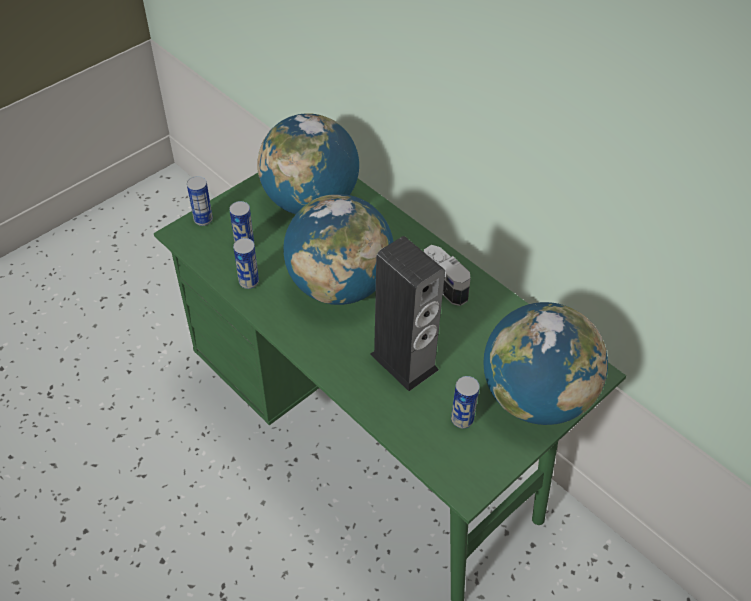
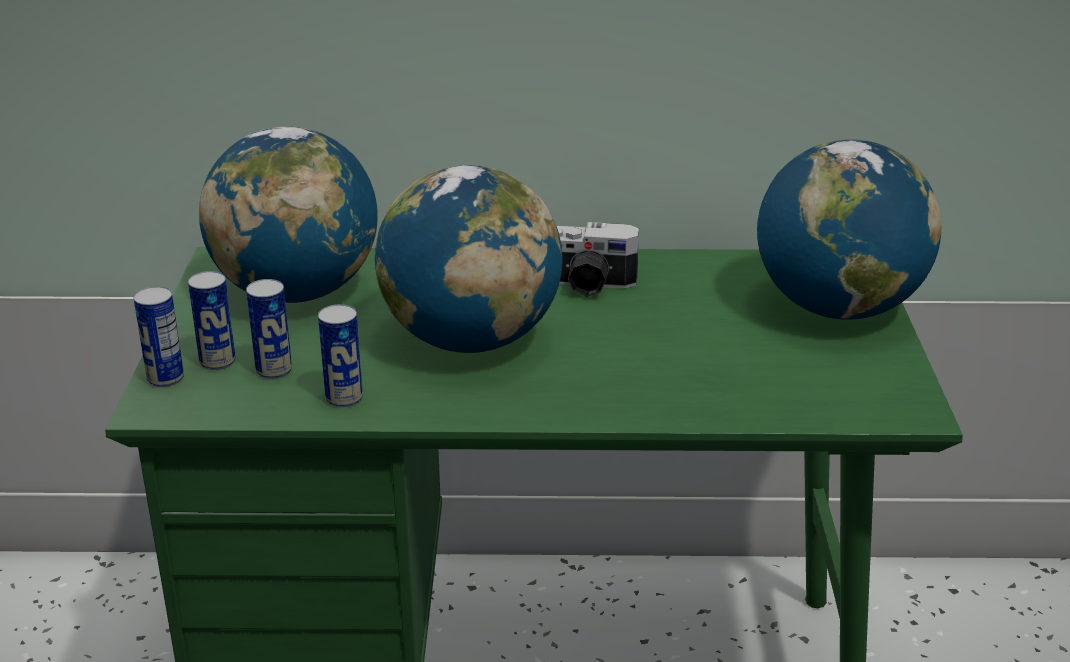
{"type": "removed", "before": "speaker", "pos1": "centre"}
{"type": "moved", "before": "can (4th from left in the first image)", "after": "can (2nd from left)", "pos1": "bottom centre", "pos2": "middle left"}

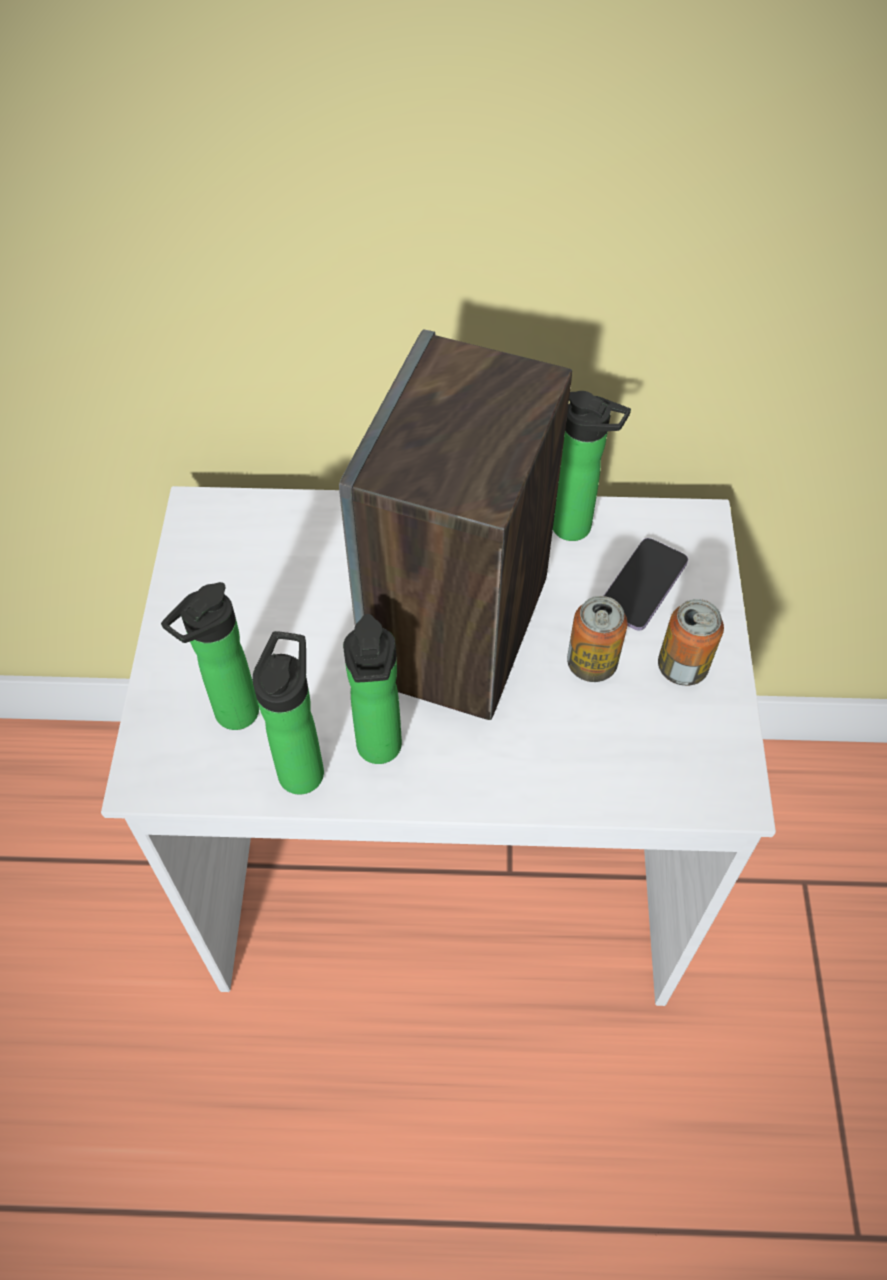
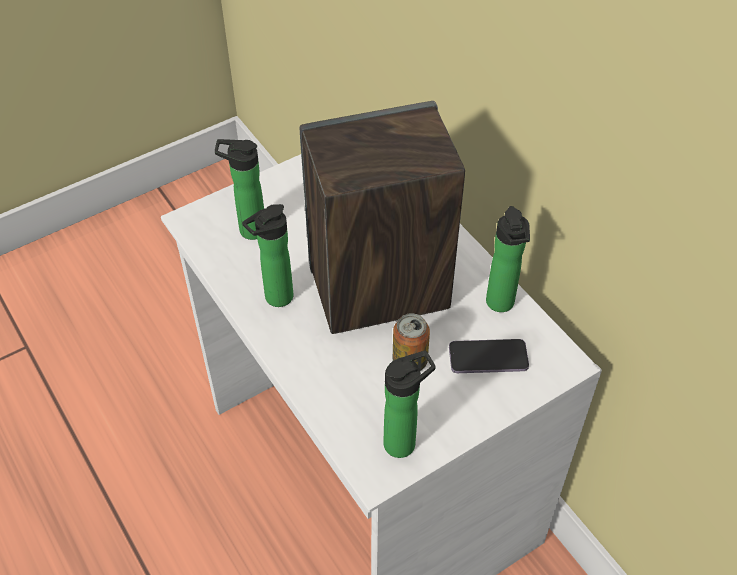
{"type": "removed", "before": "can (2nd from left)", "pos1": "middle right"}
{"type": "moved", "before": "bottle (2nd from left in the first image)", "after": "bottle (3rd from left)", "pos1": "middle left", "pos2": "bottom centre"}

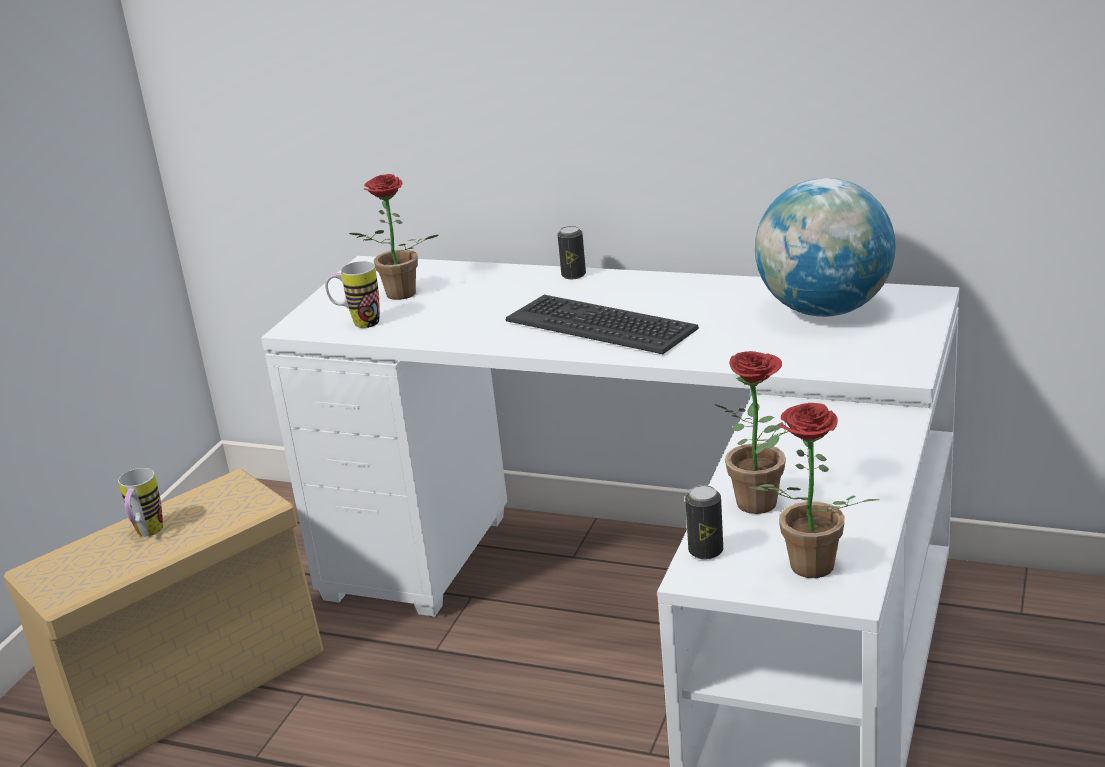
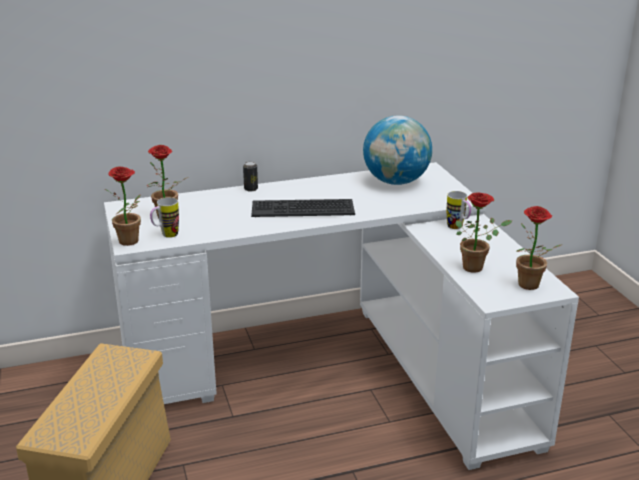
{"type": "removed", "before": "can (2nd from left)", "pos1": "bottom centre"}
{"type": "added", "after": "potted_plant (1st from left)", "pos2": "middle left"}
{"type": "moved", "before": "mug (1st from left in the first image)", "after": "mug (2nd from left)", "pos1": "middle left", "pos2": "middle right"}

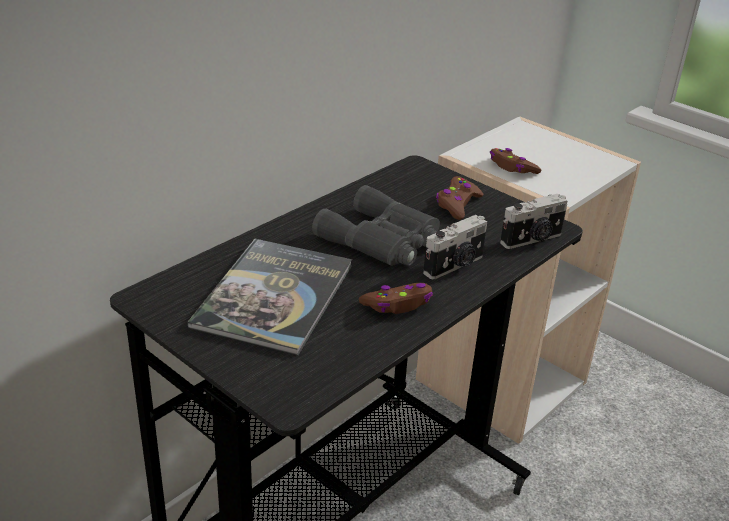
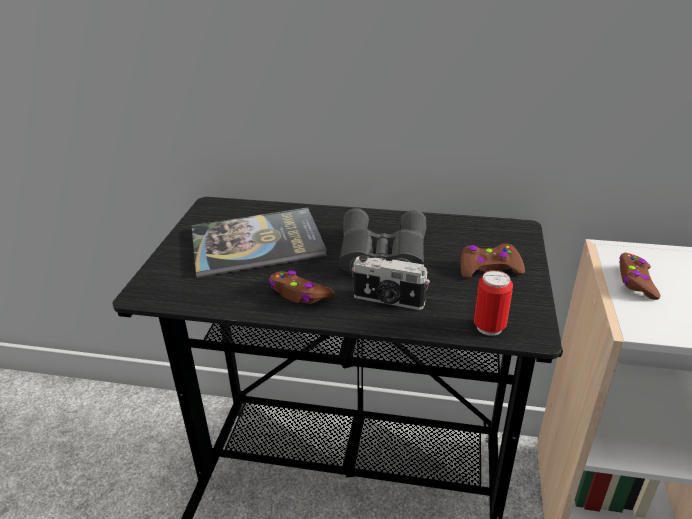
{"type": "replaced", "before": "photo_camera (2nd from left)", "after": "can", "pos1": "middle right", "pos2": "middle right"}

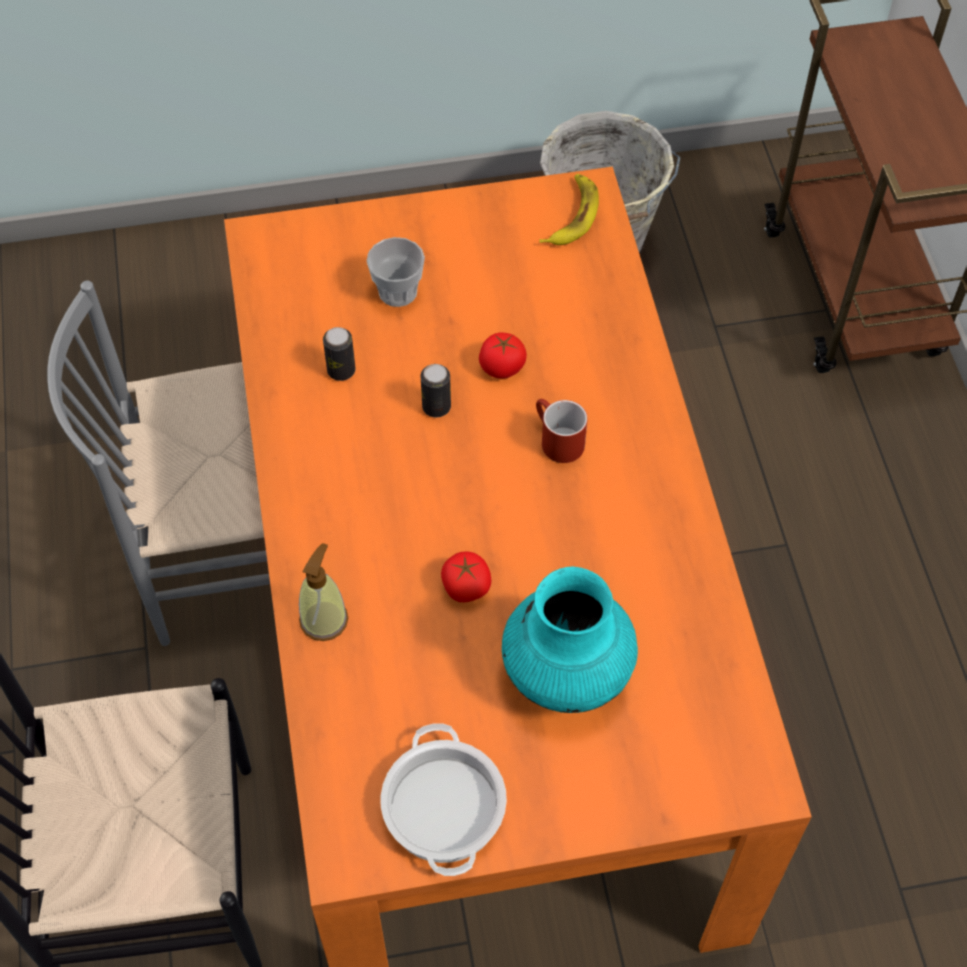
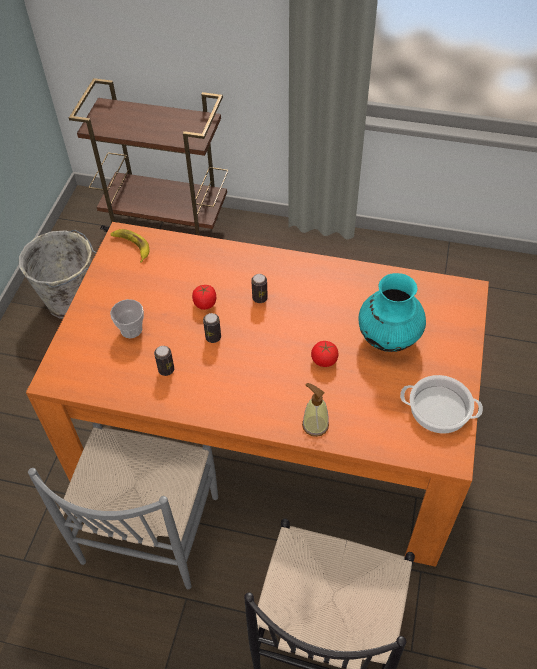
{"type": "replaced", "before": "red_mug", "after": "can (3rd from left)", "pos1": "centre", "pos2": "centre"}

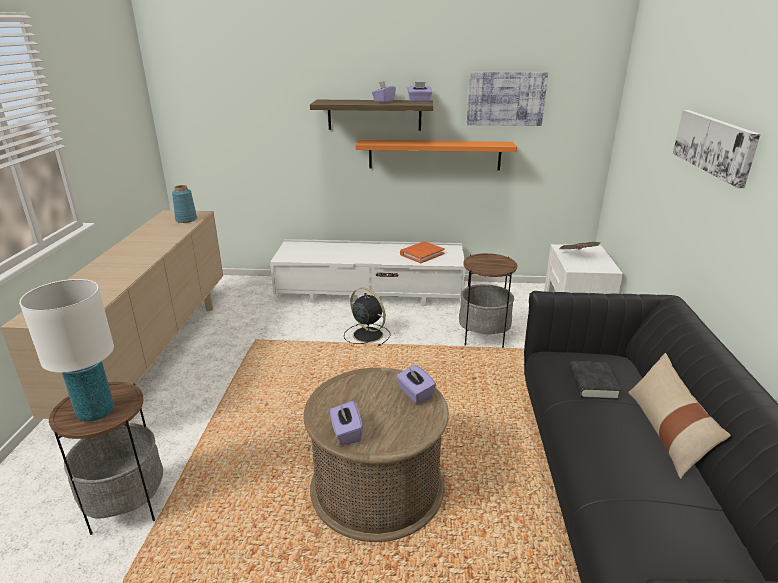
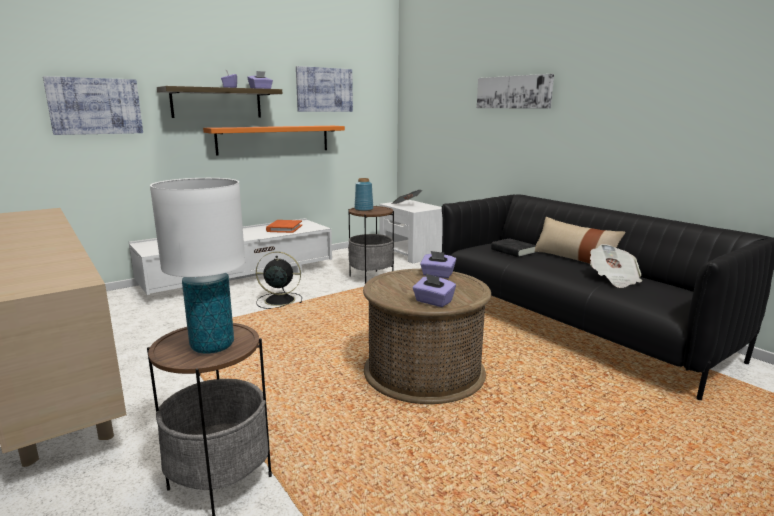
{"type": "added", "after": "picture (1st from left)", "pos2": "top left"}
{"type": "added", "after": "newspaper (2nd from left)", "pos2": "middle right"}
{"type": "moved", "before": "blue_vase", "pos1": "middle left", "pos2": "centre"}

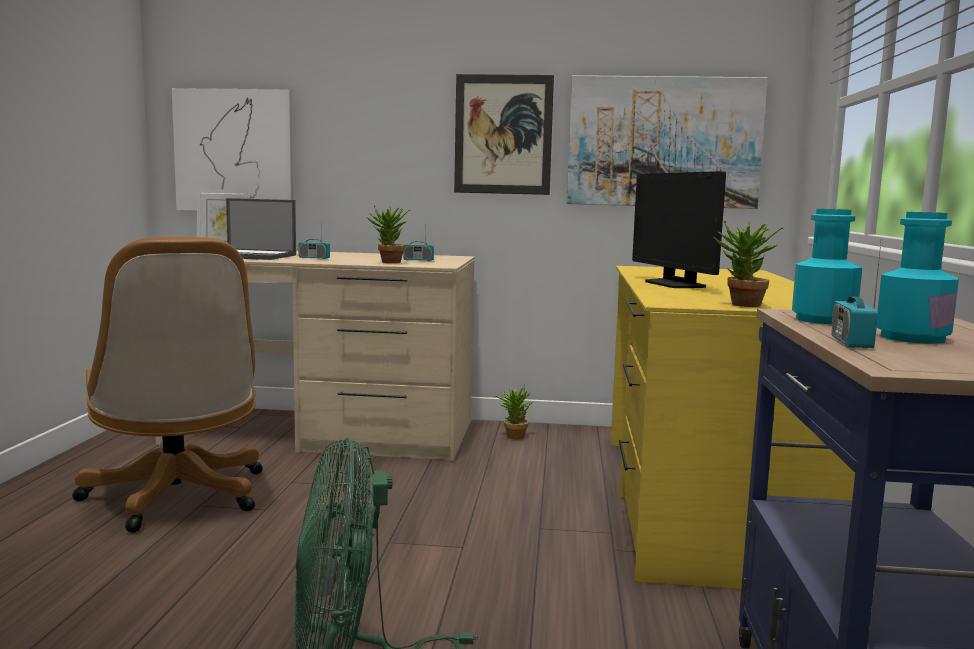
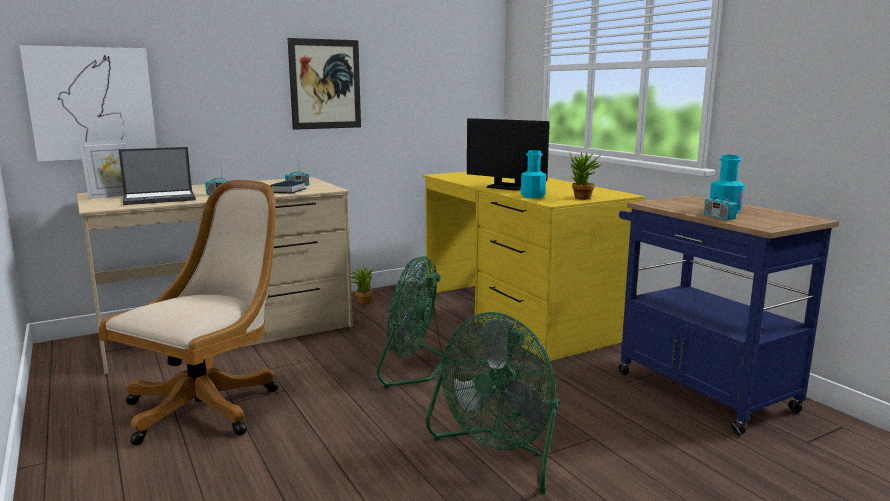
{"type": "removed", "before": "picture (3rd from left)", "pos1": "top right"}
{"type": "added", "after": "green_fan (1st from left)", "pos2": "centre"}
{"type": "moved", "before": "turquoise_bottle (1st from left)", "pos1": "middle right", "pos2": "centre"}
{"type": "replaced", "before": "potted_plant (1st from left)", "after": "book", "pos1": "centre", "pos2": "middle left"}
{"type": "turned", "before": "office_chair", "pos1": "middle left", "pos2": "middle left", "turn": -90}

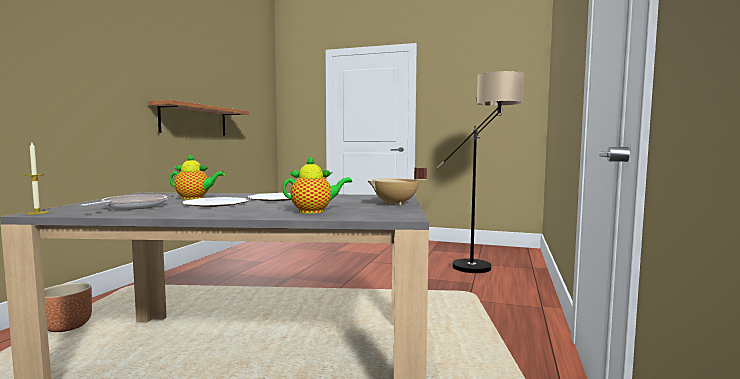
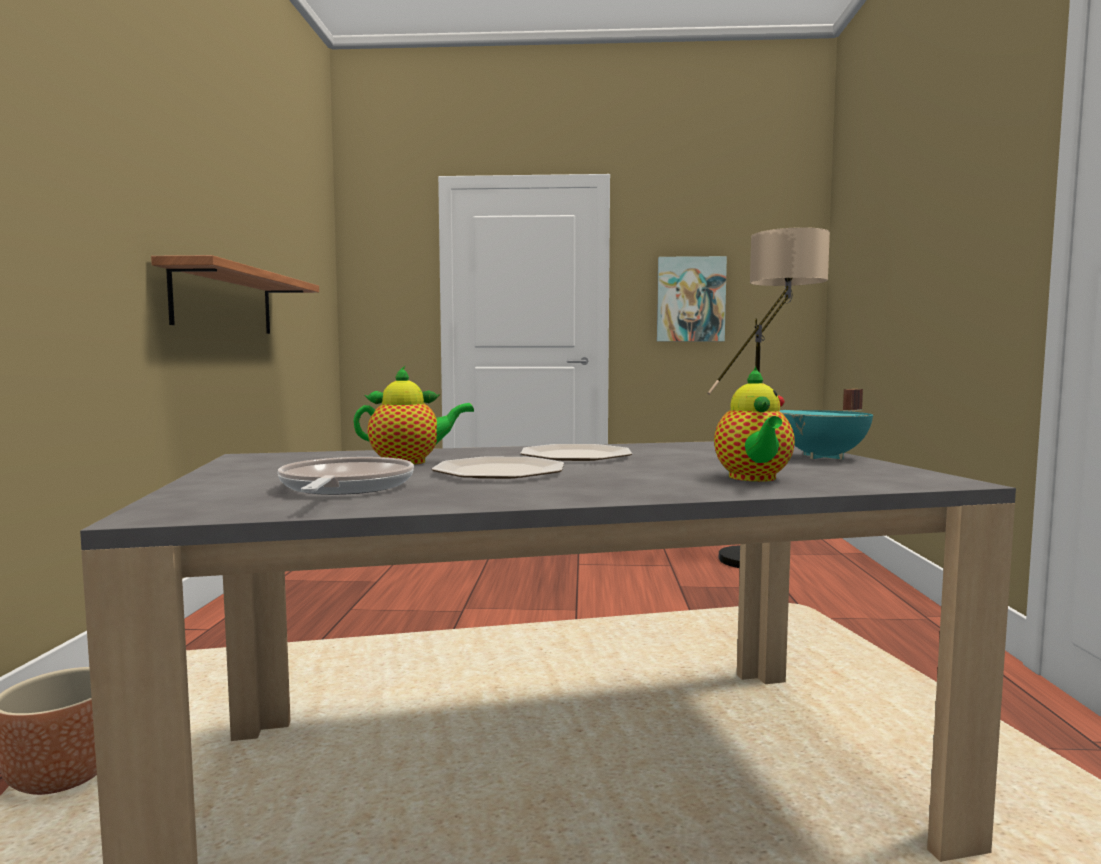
{"type": "removed", "before": "candle", "pos1": "middle left"}
{"type": "added", "after": "picture", "pos2": "centre"}
{"type": "recoloured", "before": "beige_cooking_pot", "after": "turquoise_cooking_pot", "pos1": "centre", "pos2": "middle right"}
{"type": "turned", "before": "teapot (2nd from left)", "pos1": "centre", "pos2": "middle right", "turn": 120}

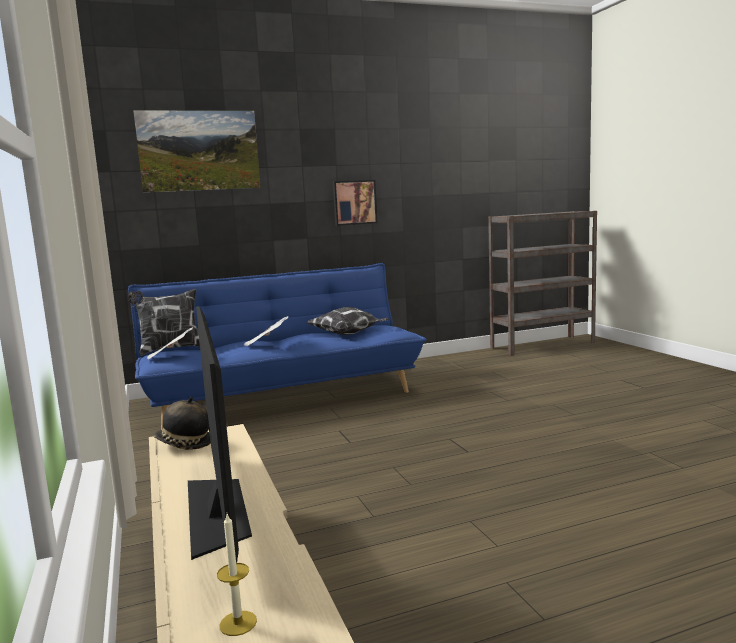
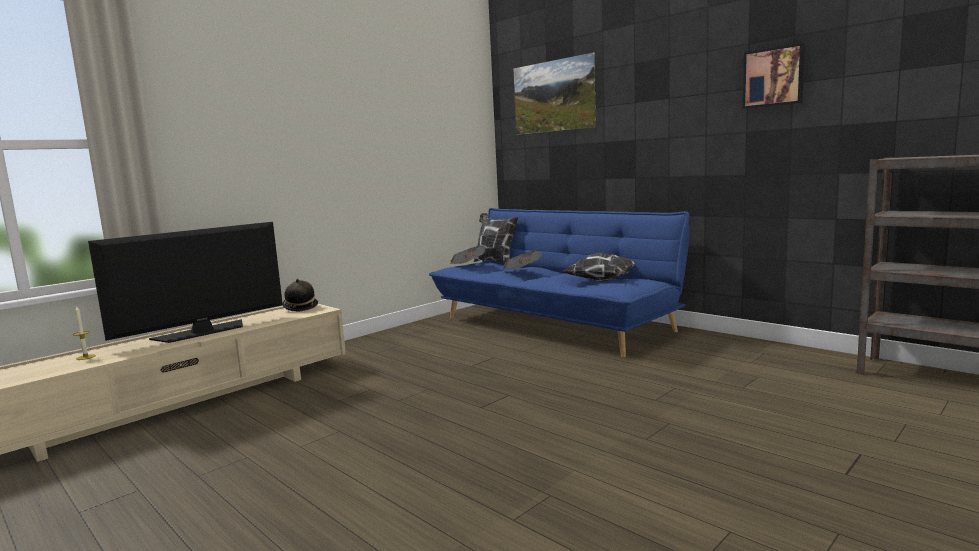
{"type": "moved", "before": "picture (2nd from left)", "pos1": "top centre", "pos2": "top right"}

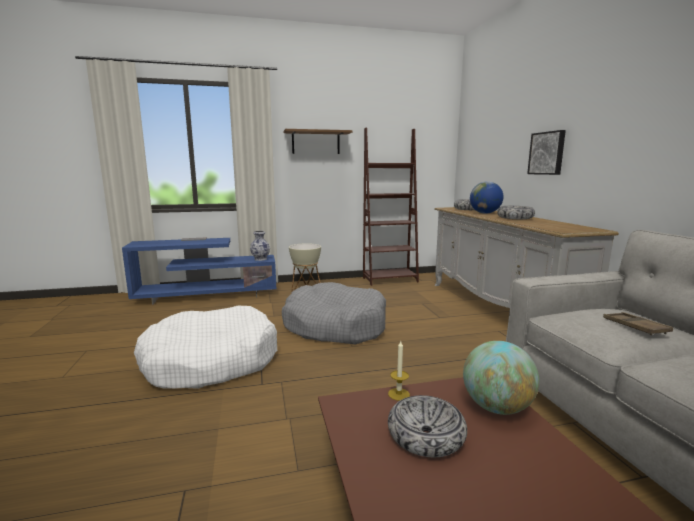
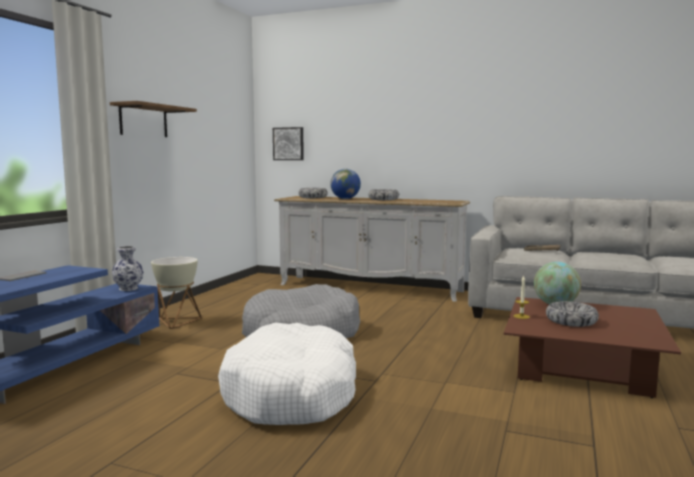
{"type": "removed", "before": "brown_bookcase", "pos1": "centre"}
{"type": "moved", "before": "picture", "pos1": "top right", "pos2": "top centre"}

